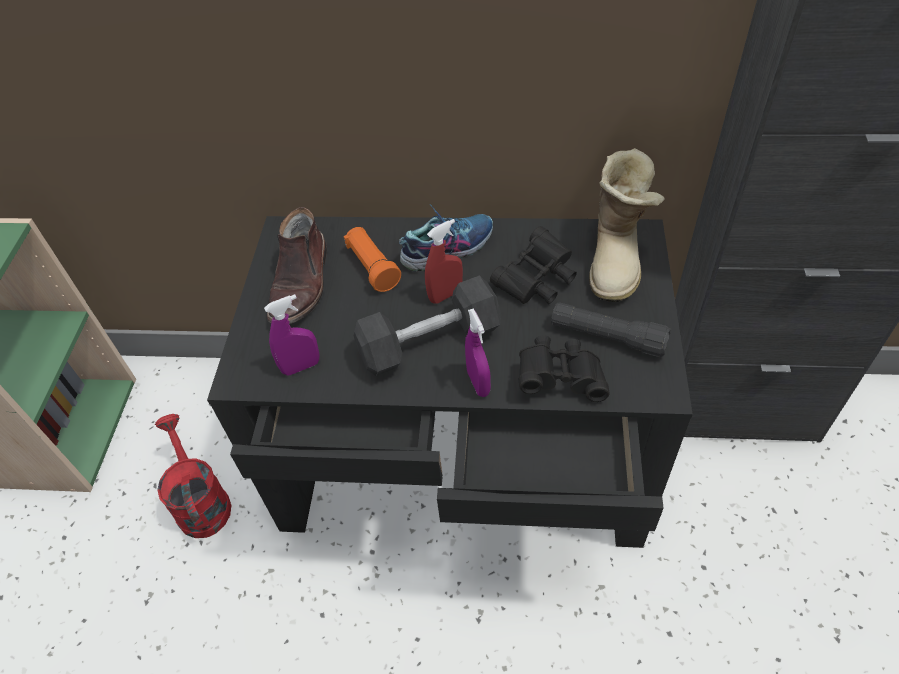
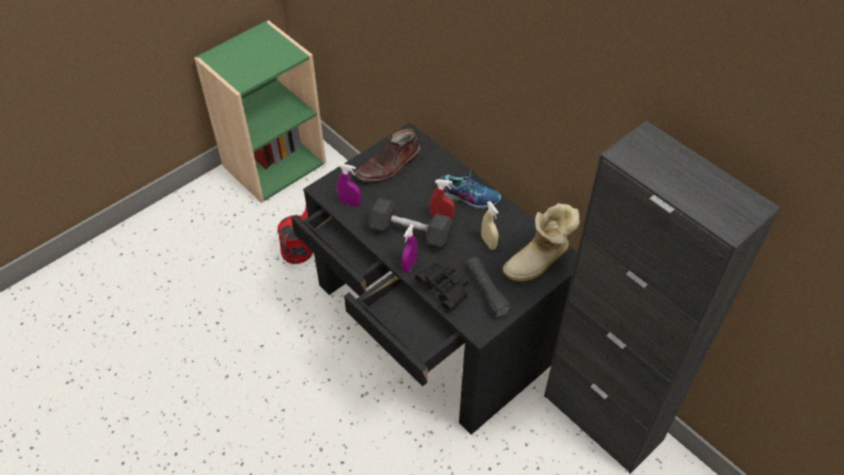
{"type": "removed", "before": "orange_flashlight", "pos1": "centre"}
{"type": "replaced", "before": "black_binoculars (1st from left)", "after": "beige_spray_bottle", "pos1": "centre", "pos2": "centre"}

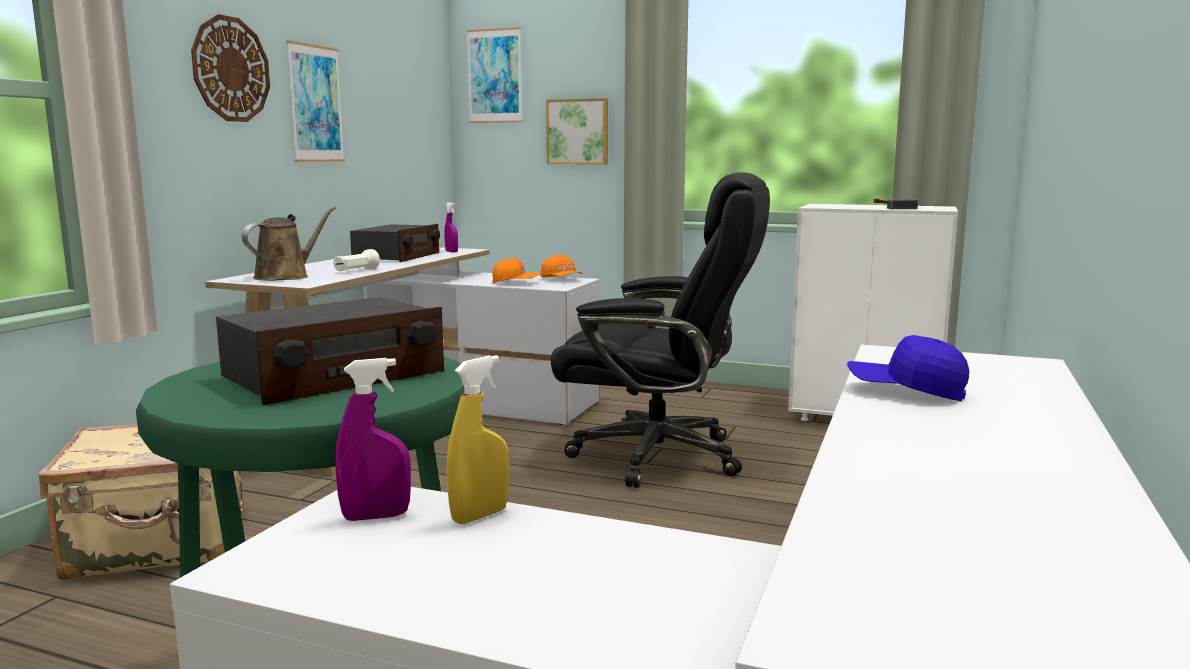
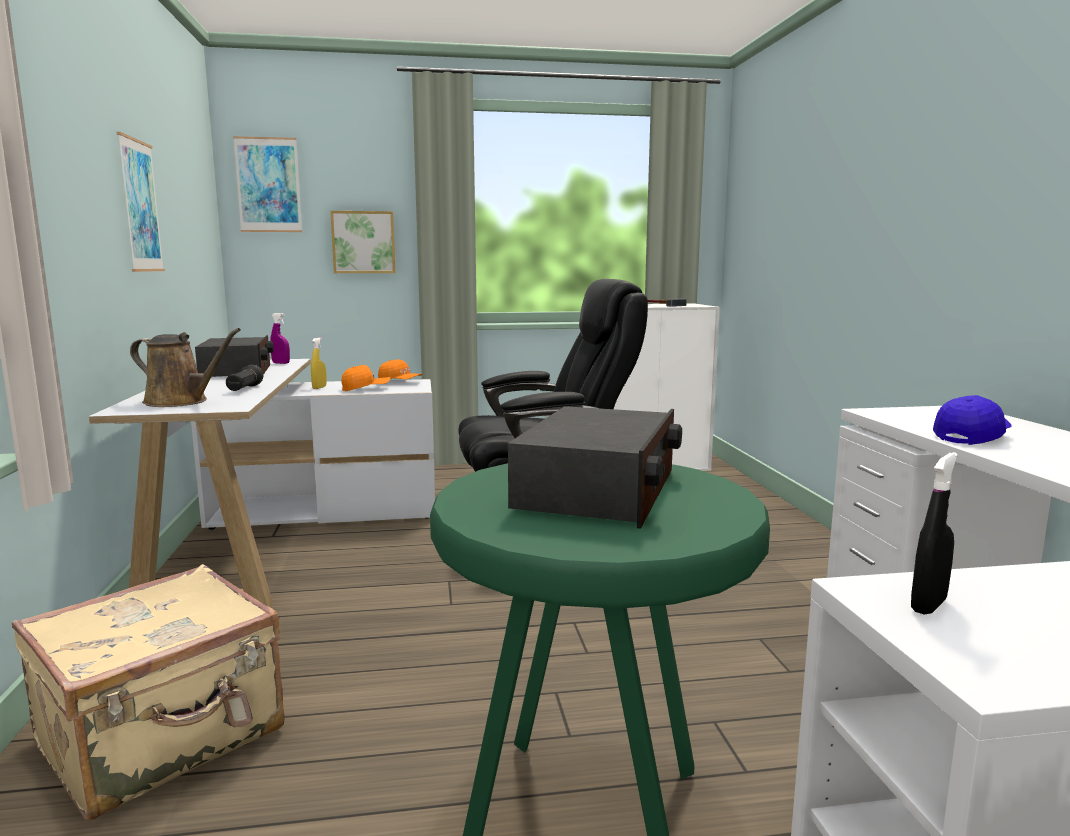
{"type": "removed", "before": "wall_clock", "pos1": "top left"}
{"type": "moved", "before": "yellow_spray_bottle", "pos1": "centre", "pos2": "middle left"}
{"type": "recoloured", "before": "white_flashlight", "after": "black_flashlight", "pos1": "middle left", "pos2": "middle left"}
{"type": "recoloured", "before": "purple_spray_bottle (1st from left)", "after": "black_spray_bottle", "pos1": "middle left", "pos2": "middle right"}
{"type": "turned", "before": "brown_watering_can", "pos1": "middle left", "pos2": "middle left", "turn": 105}
{"type": "turned", "before": "blue_cap", "pos1": "middle right", "pos2": "middle right", "turn": 150}

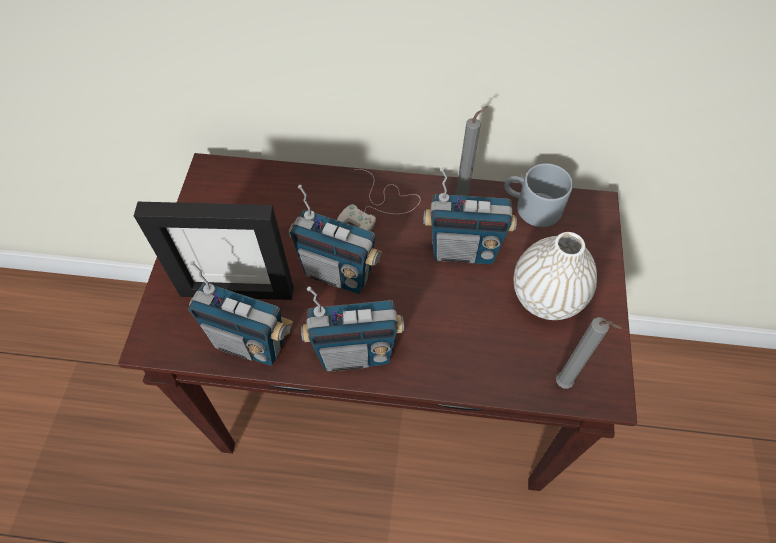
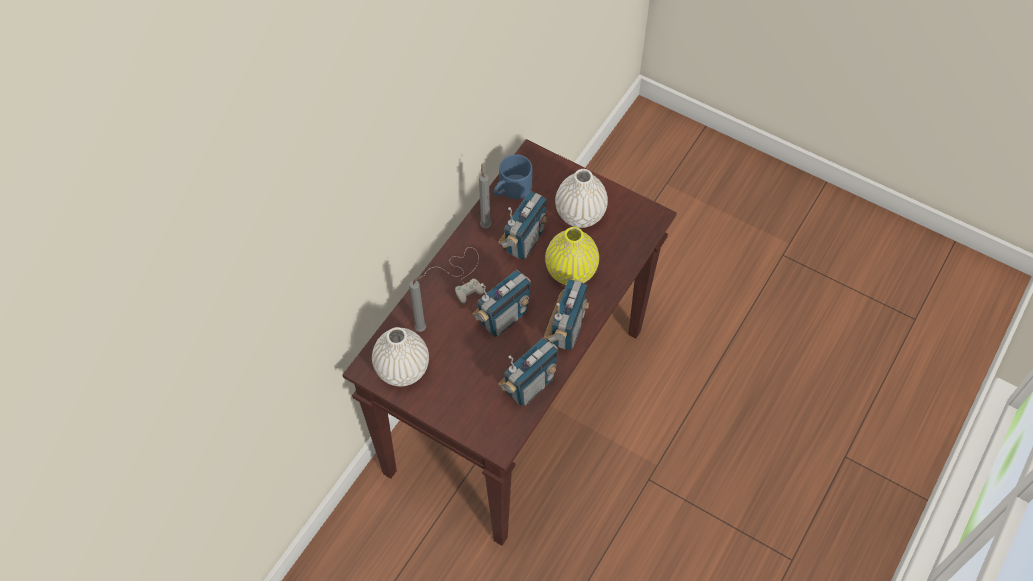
{"type": "removed", "before": "picture_frame", "pos1": "middle left"}
{"type": "added", "after": "white_vase (1st from left)", "pos2": "centre"}
{"type": "added", "after": "yellow_vase", "pos2": "centre"}
{"type": "moved", "before": "grey_candle (2nd from left in the first image)", "after": "grey_candle (1st from left)", "pos1": "middle right", "pos2": "centre"}
{"type": "recoloured", "before": "grey_mug", "after": "blue_mug", "pos1": "middle right", "pos2": "top centre"}

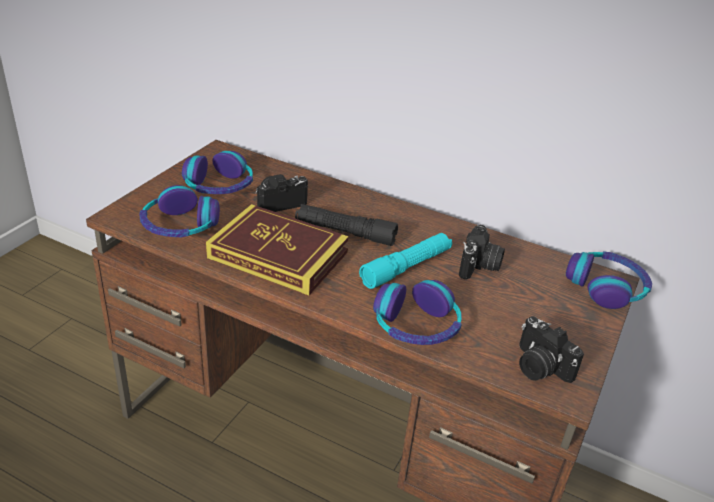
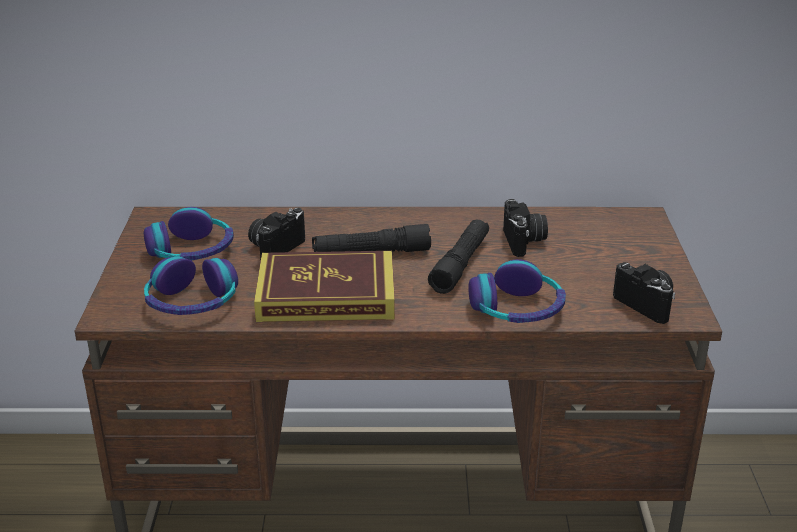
{"type": "removed", "before": "headphones (4th from left)", "pos1": "middle right"}
{"type": "recoloured", "before": "turquoise_flashlight", "after": "black_flashlight (2nd from left)", "pos1": "centre", "pos2": "centre"}
{"type": "turned", "before": "photo_camera (3rd from left)", "pos1": "bottom right", "pos2": "middle right", "turn": -150}

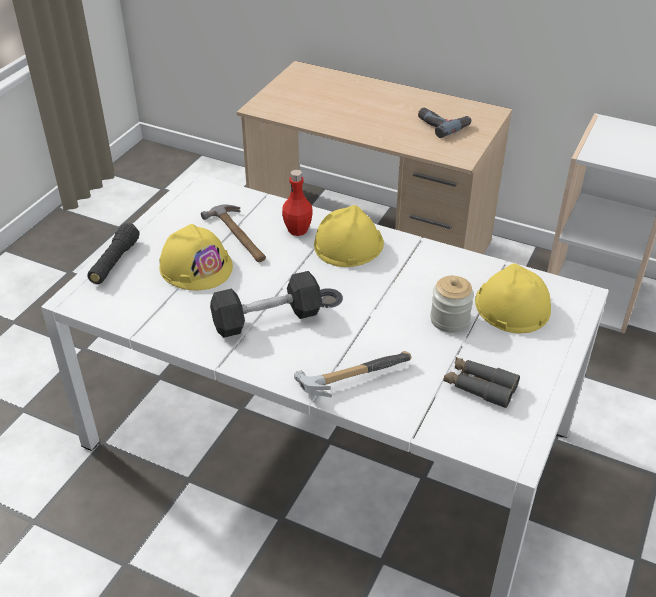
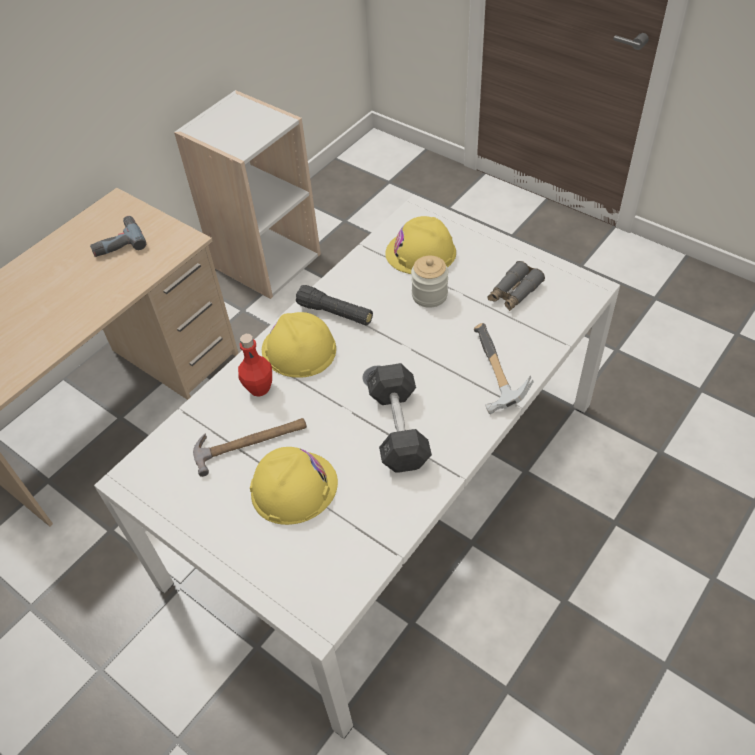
{"type": "moved", "before": "black_flashlight", "pos1": "middle left", "pos2": "centre"}

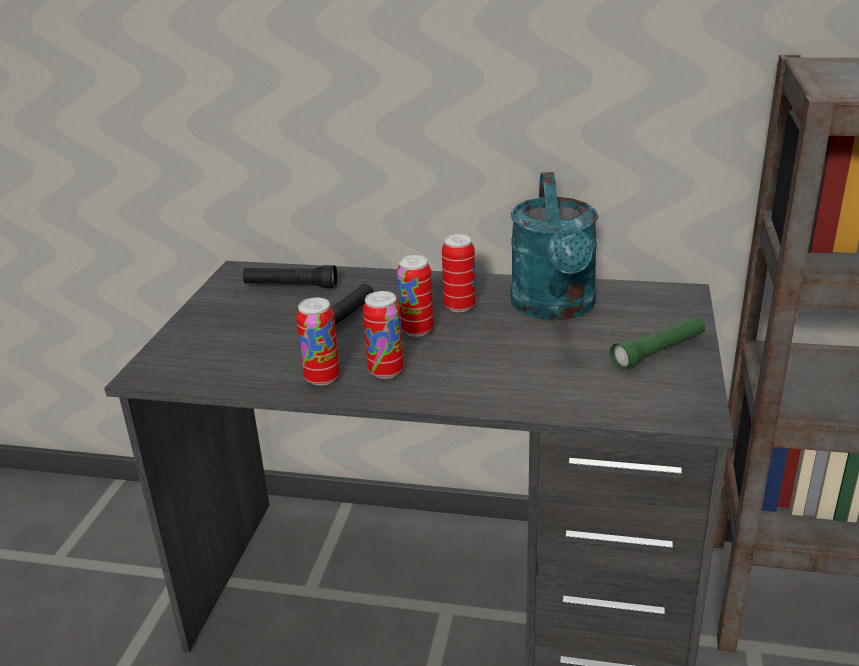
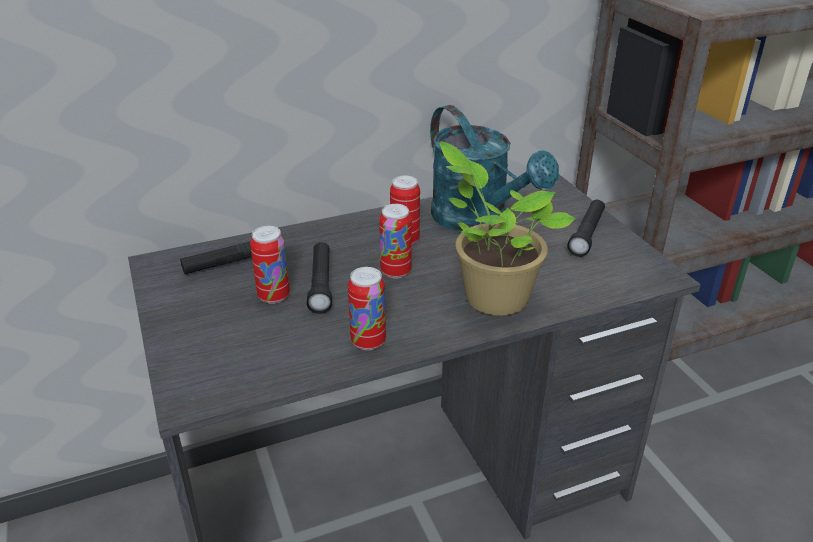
{"type": "added", "after": "potted_plant", "pos2": "centre"}
{"type": "moved", "before": "can (2nd from left in the first image)", "after": "can (1st from left)", "pos1": "centre", "pos2": "middle left"}
{"type": "recoloured", "before": "green_flashlight", "after": "black_flashlight (3rd from left)", "pos1": "middle right", "pos2": "middle right"}

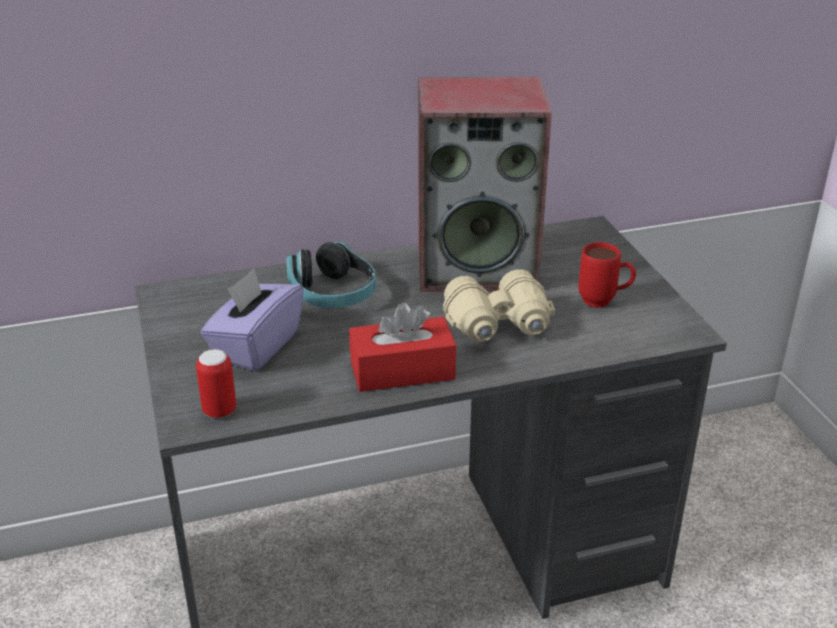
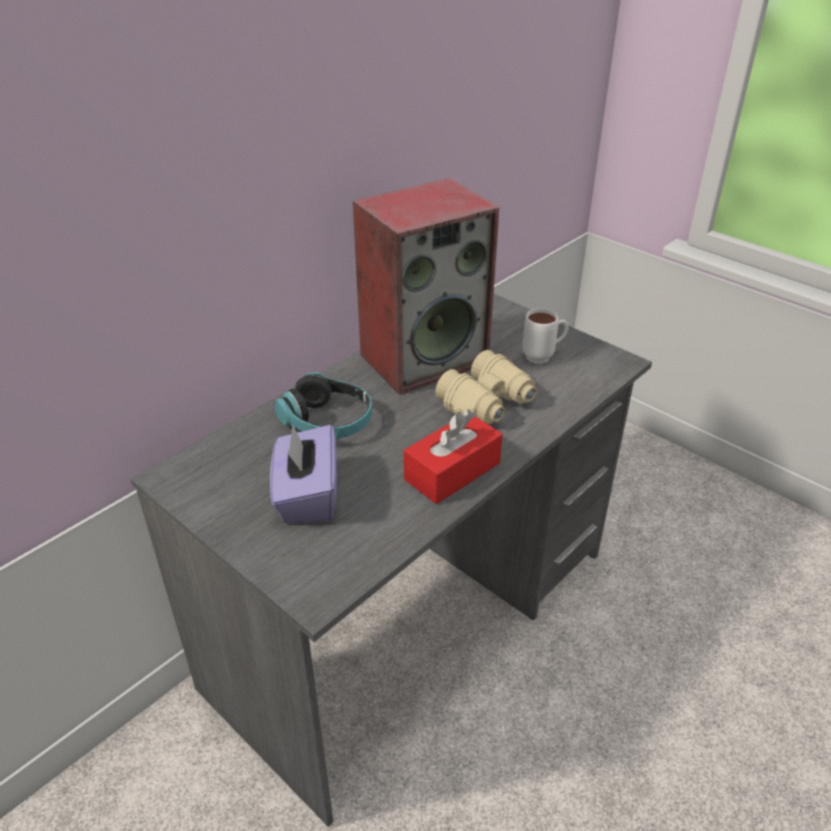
{"type": "removed", "before": "can", "pos1": "middle left"}
{"type": "recoloured", "before": "red_mug", "after": "white_mug", "pos1": "middle right", "pos2": "centre"}

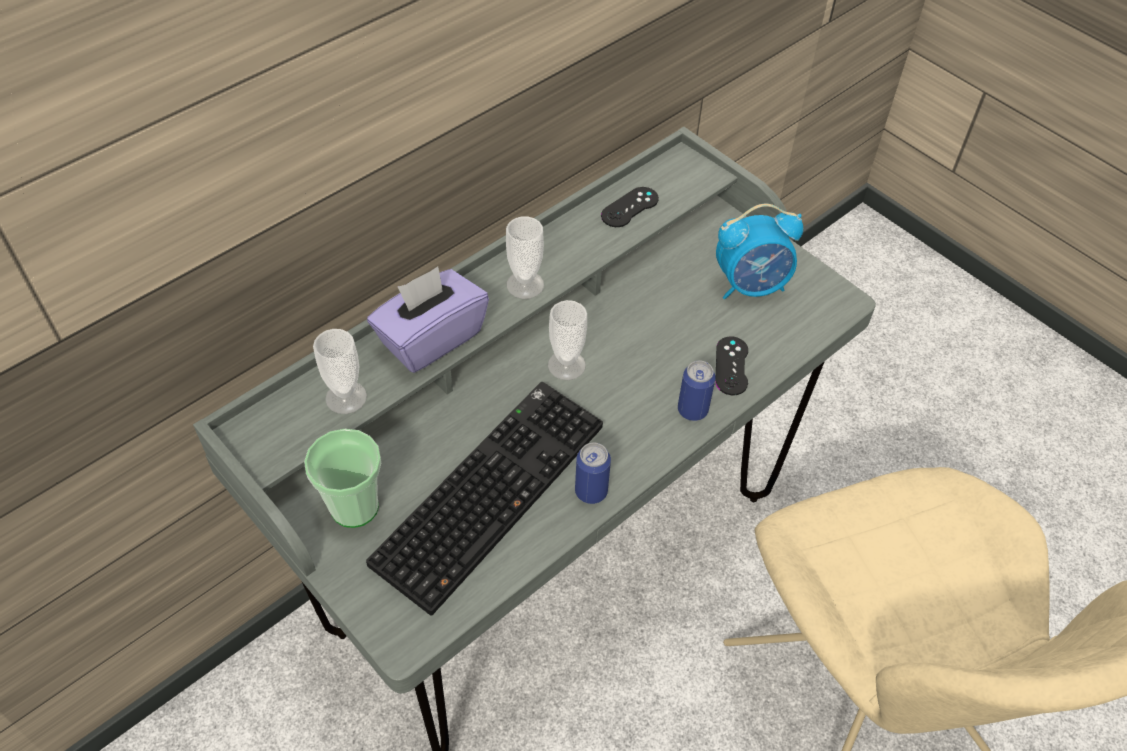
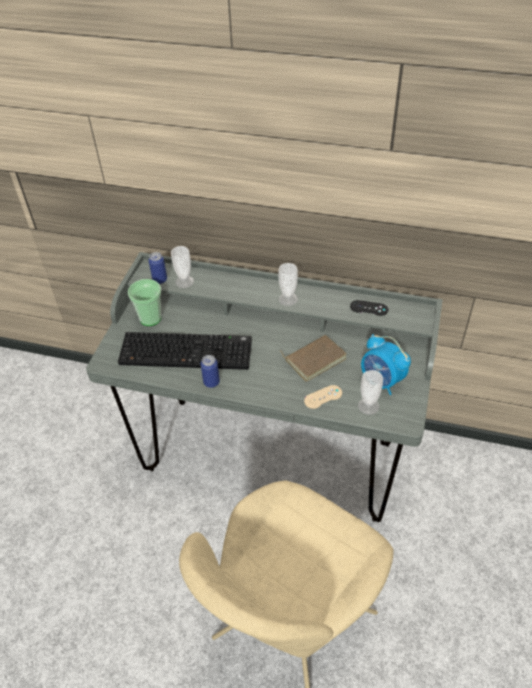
{"type": "removed", "before": "purple_tissue_box", "pos1": "centre"}
{"type": "added", "after": "brown_book", "pos2": "centre"}
{"type": "moved", "before": "cup (4th from left)", "pos1": "centre", "pos2": "middle right"}
{"type": "moved", "before": "can (2nd from left in the first image)", "after": "can (1st from left)", "pos1": "centre", "pos2": "middle left"}
{"type": "recoloured", "before": "black_game_controller (2nd from left)", "after": "beige_game_controller", "pos1": "centre", "pos2": "centre"}

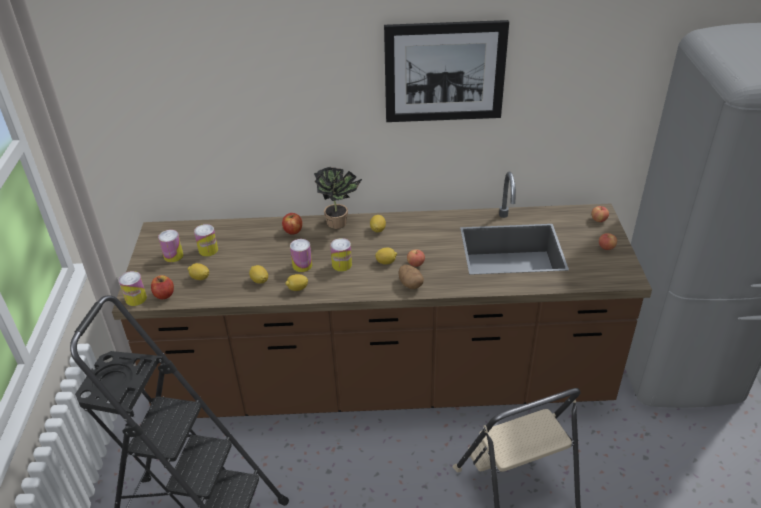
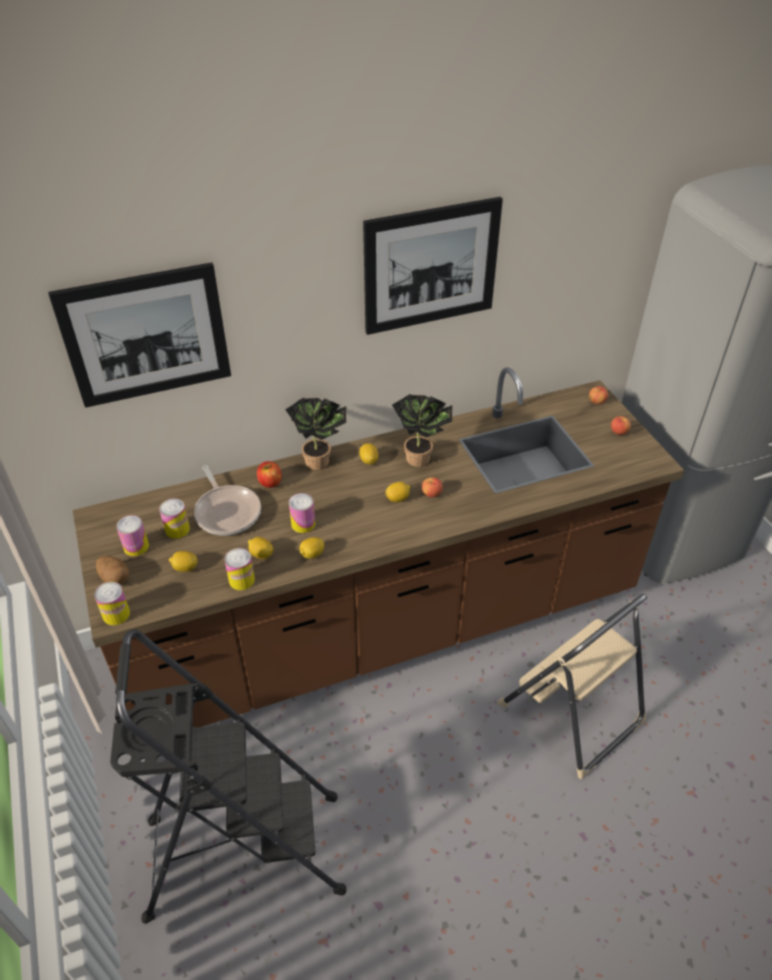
{"type": "removed", "before": "apple (1st from left)", "pos1": "middle left"}
{"type": "added", "after": "picture (1st from left)", "pos2": "middle left"}
{"type": "added", "after": "frying_pan", "pos2": "middle left"}
{"type": "added", "after": "potted_plant (2nd from left)", "pos2": "centre"}
{"type": "moved", "before": "can (5th from left in the first image)", "after": "can (4th from left)", "pos1": "centre", "pos2": "middle left"}
{"type": "moved", "before": "potato", "pos1": "centre", "pos2": "middle left"}

